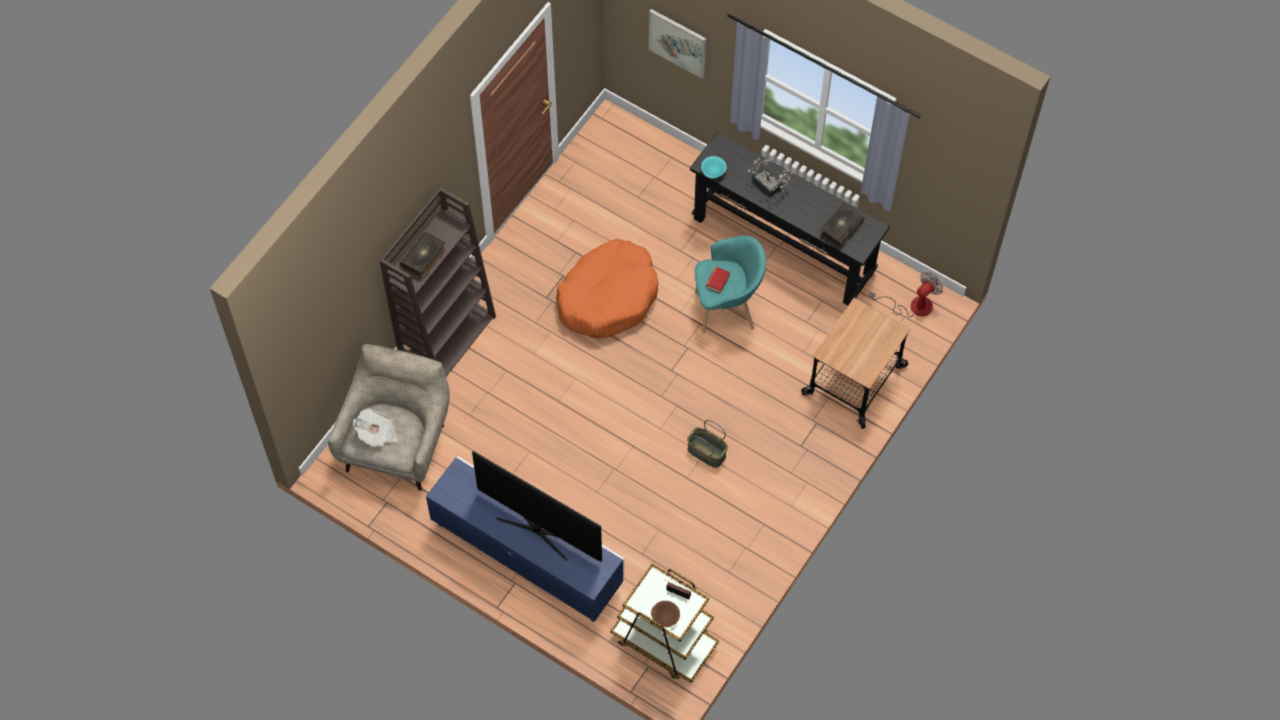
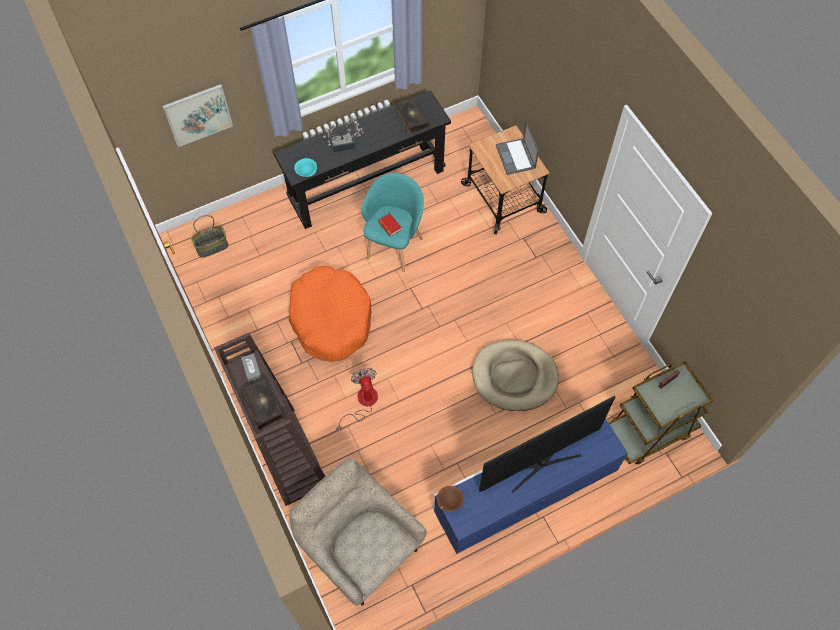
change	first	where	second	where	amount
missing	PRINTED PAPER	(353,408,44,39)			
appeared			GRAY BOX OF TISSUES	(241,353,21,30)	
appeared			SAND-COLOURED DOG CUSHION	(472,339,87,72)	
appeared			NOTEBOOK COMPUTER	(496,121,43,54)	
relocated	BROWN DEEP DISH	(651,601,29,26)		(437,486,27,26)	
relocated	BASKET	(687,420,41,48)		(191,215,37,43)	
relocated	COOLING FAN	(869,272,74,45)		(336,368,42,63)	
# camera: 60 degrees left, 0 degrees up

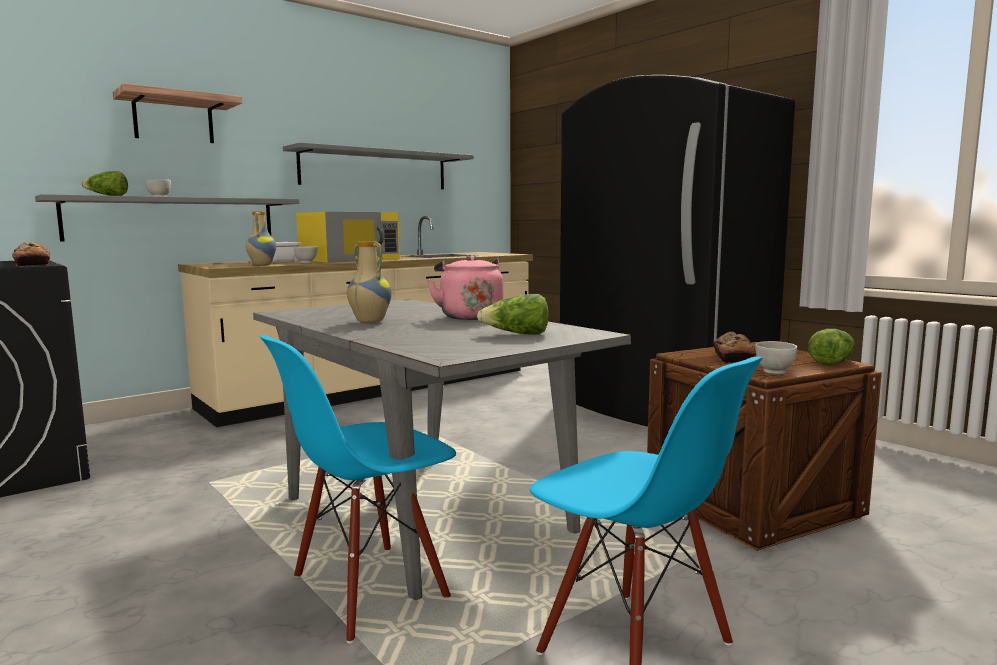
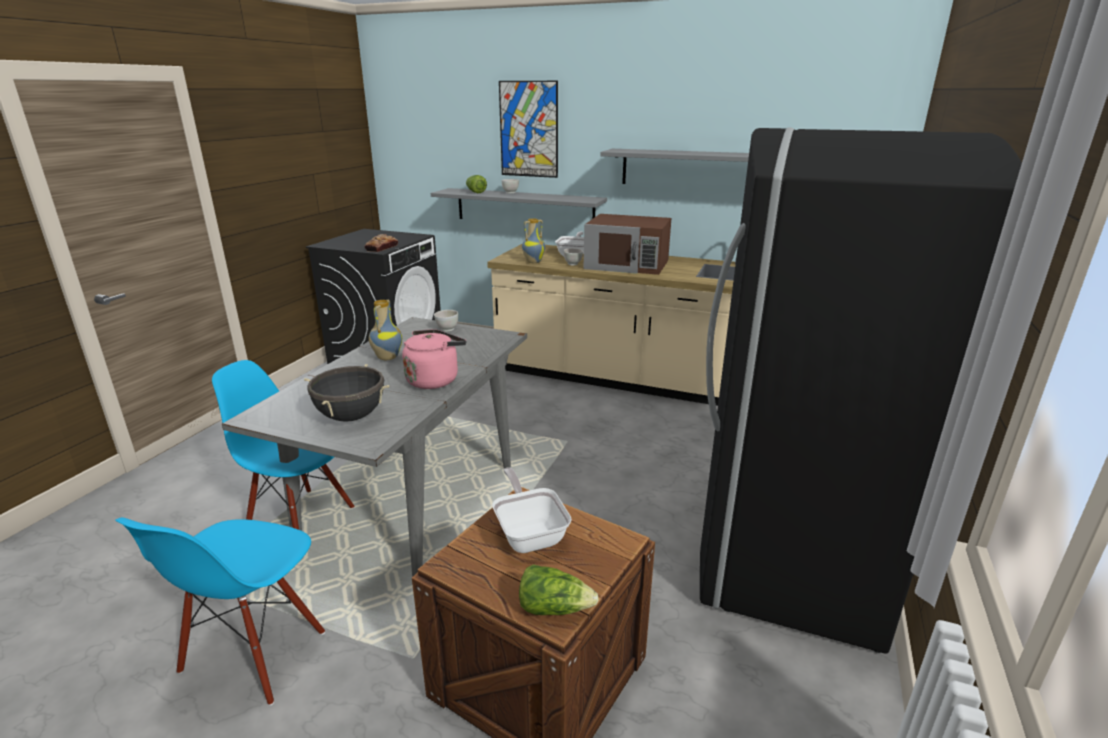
change	first	where	second	where	amount
relocated	WHITISH DEEP DISH	(755,341,42,33)		(434,310,24,22)	
exchanged	BRACKET SHELF	(113,83,129,60)	WALL PICTURE	(499,81,59,97)	
exchanged	LETTUCE	(477,294,72,41)	BLACKISH COOKING POT	(304,364,86,58)	
exchanged	BAKED BREAD	(713,331,43,32)	FRYING PAN	(492,467,80,86)	
colour	YELLOWISH MICROWAVE OVEN	(296,212,104,51)	BROWN MICROWAVE OVEN	(584,214,87,61)	
# camera: 60 degrees right, 15 degrees up

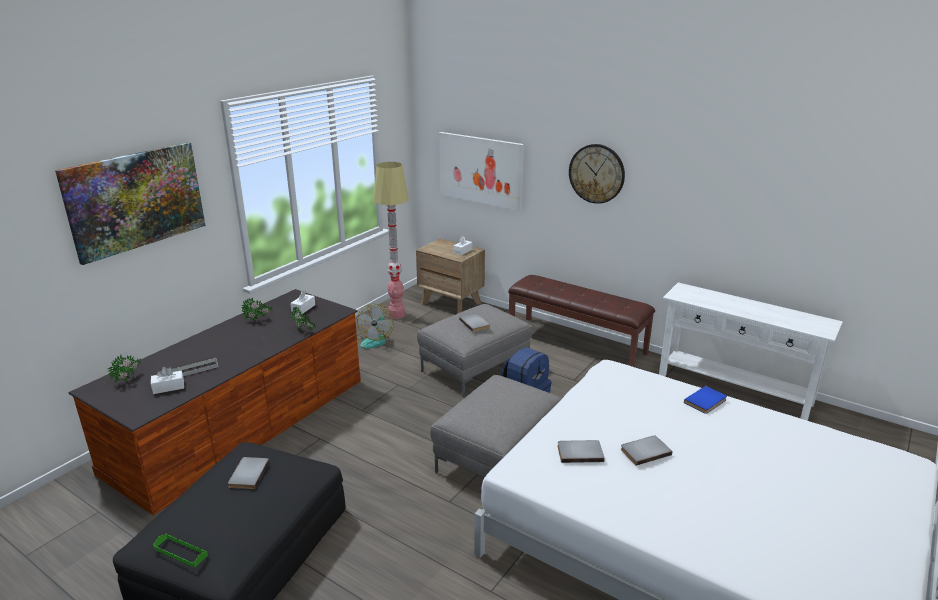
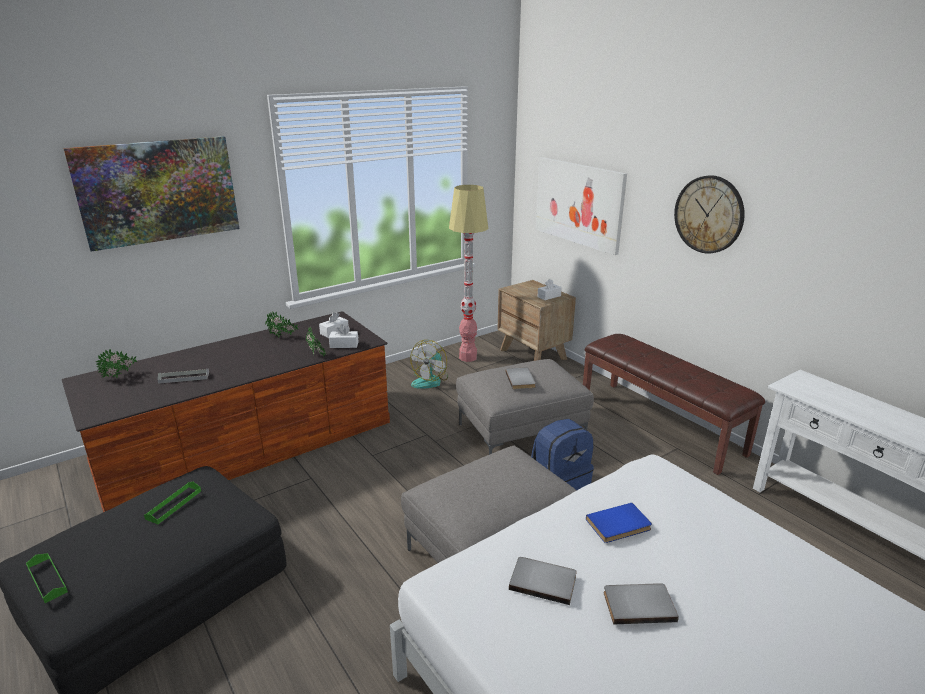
change	first	where	second	where	amount
relocated	WHITISH BOX OF TISSUES	(151,367,33,27)		(329,324,30,24)	
relocated	BLUISH BOUND BOOK	(684,386,43,28)		(586,503,66,40)	
exchanged	GRAY BOUND BOOK	(228,457,41,32)	GREEN TRAY	(144,482,57,42)	
# camera: 20 degrees right, 0 degrees up

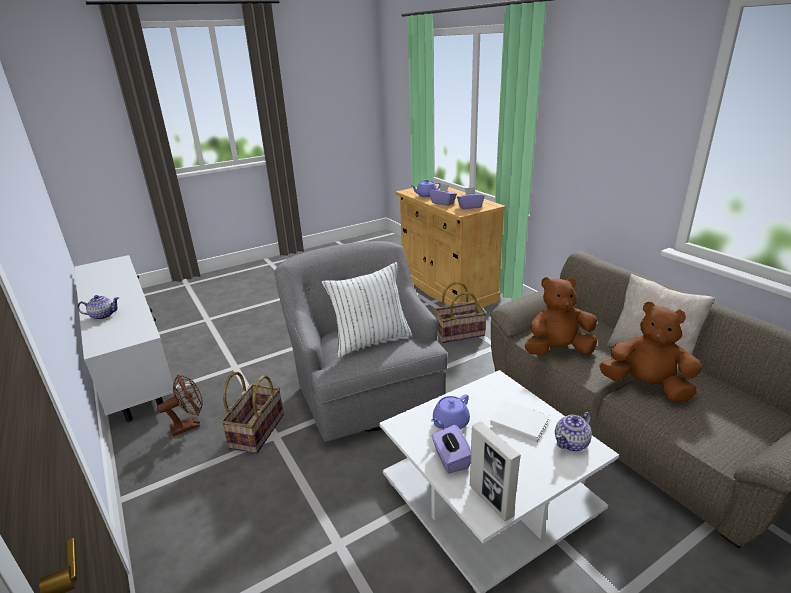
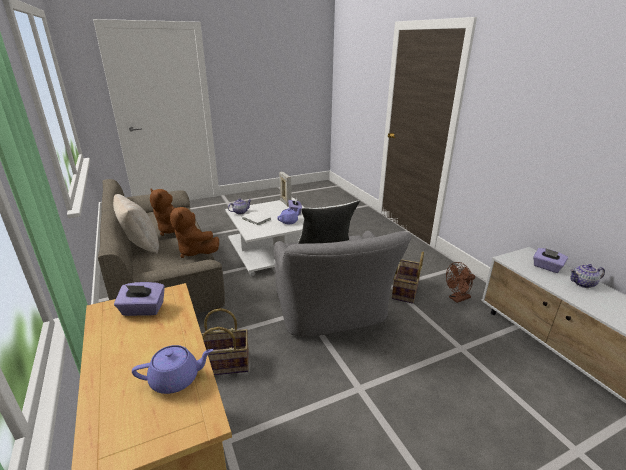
change	first	where	second	where	amount
relocated	PURPLISH BOX OF TISSUES	(429,184,28,22)		(533,248,35,25)	
spun	BROWN SOFT TOY	(525,277,72,78)		(170,206,49,52)	45 degrees clockwise
# camera: 175 degrees left, 0 degrees up

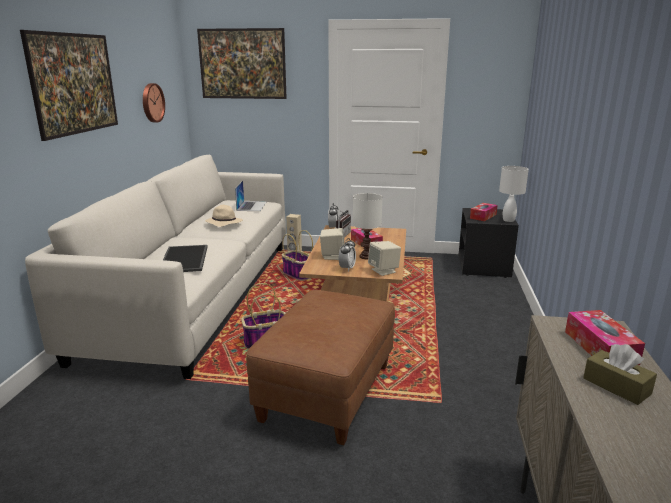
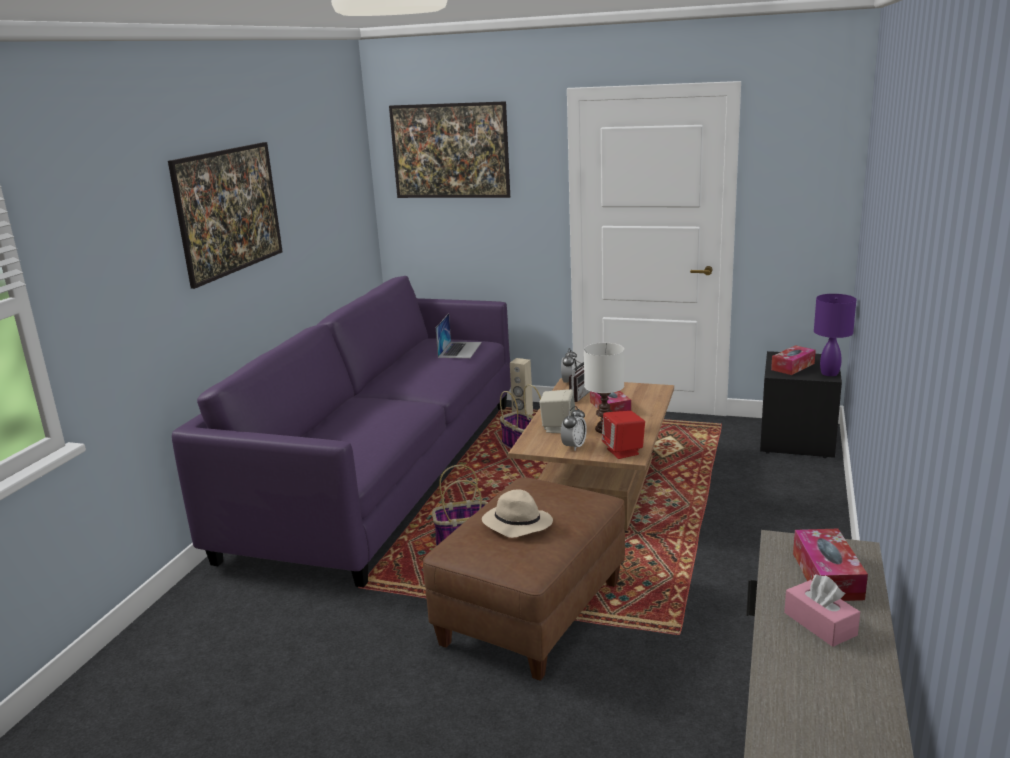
change	first	where	second	where	amount
missing	WALL CLOCK	(143,83,22,39)			
missing	TRAY	(163,245,45,27)			
relocated	SAND-COLOURED WEARABLE HAT	(205,205,38,22)		(482,489,71,49)	
colour	WHITISH SOFA	(25,155,261,224)	PURPLISH SOFA	(172,276,339,311)	
colour	SAND-COLOURED LOUDSPEAKER	(368,241,33,35)	REDDISH LOUDSPEAKER	(601,411,44,48)	
colour	WHITISH TABLETOP LAMP	(499,166,30,56)	PURPLISH TABLETOP LAMP	(814,294,42,82)	
colour	BROWN BOX OF TISSUES	(583,344,74,61)	PINKISH BOX OF TISSUES	(784,575,76,72)	
# camera: 10 degrees right, 0 degrees up

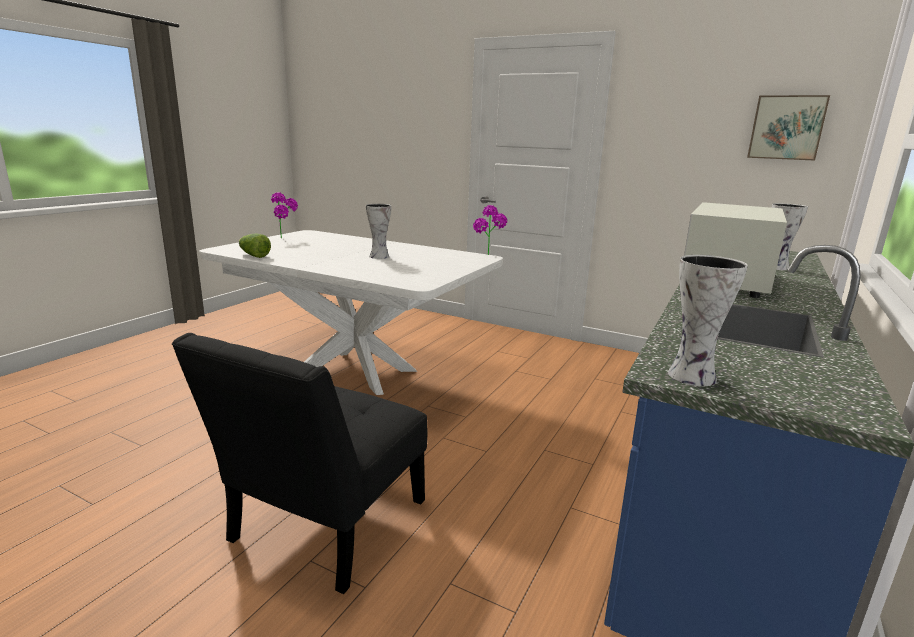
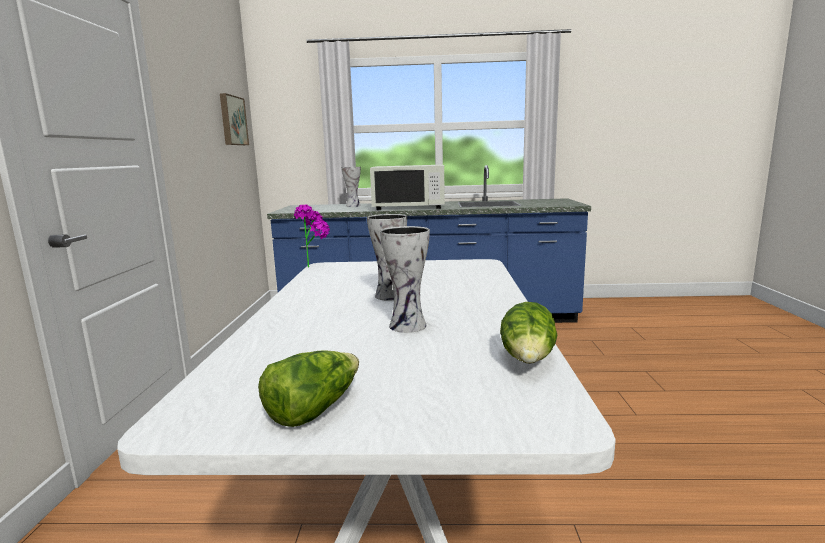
change	first	where	second	where	amount
missing	BLACKISH UPRIGHT CHAIR	(172,333,255,261)			
relocated	FLOWER VASE	(668,255,80,131)		(380,226,50,107)	
exchanged	POTTED PLANT	(271,192,27,46)	LETTUCE	(258,350,101,77)	
# camera: 115 degrees left, 5 degrees down

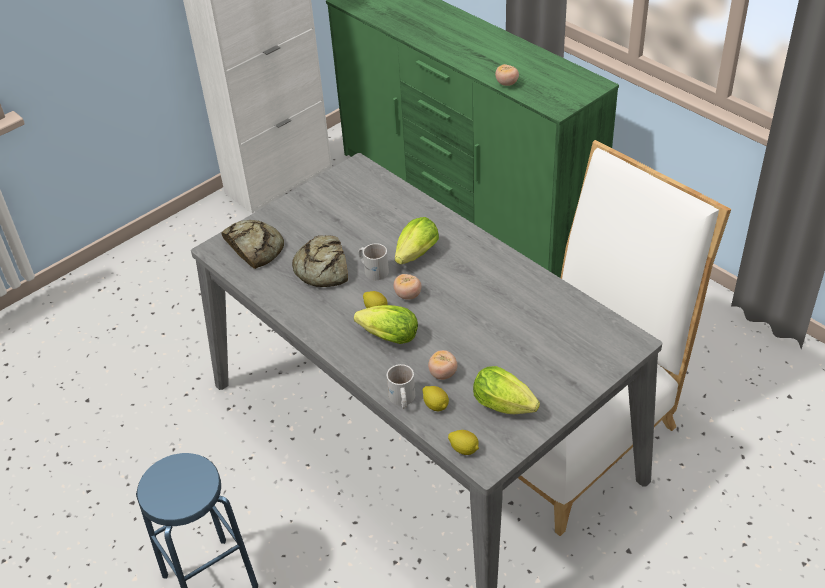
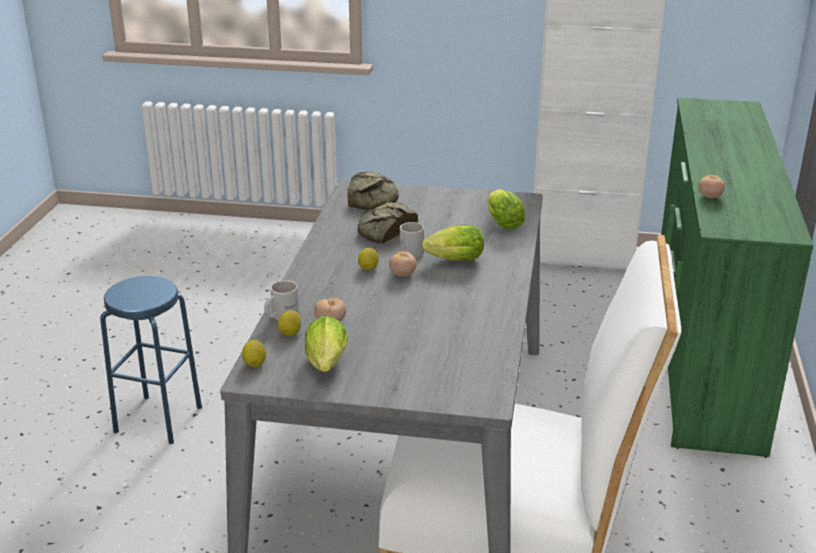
change	first	where	second	where	amount
relocated	LETTUCE	(354,305,64,39)		(488,189,37,40)	
# camera: 50 degrees right, 15 degrees down

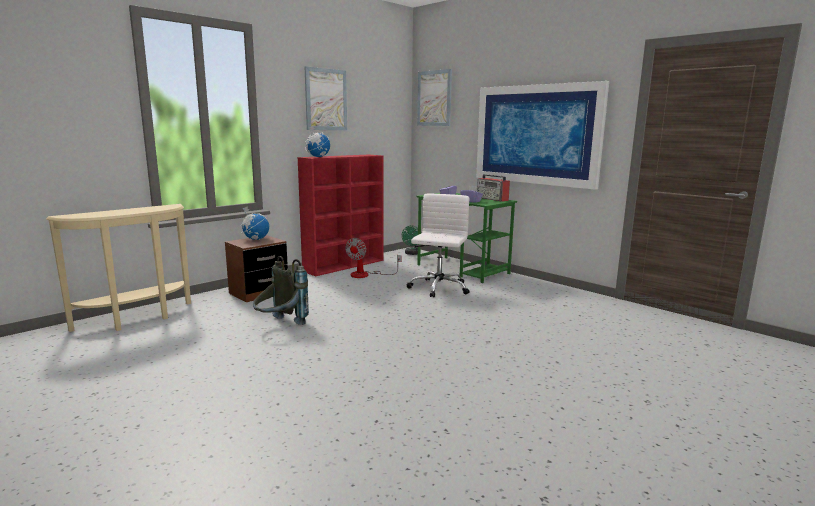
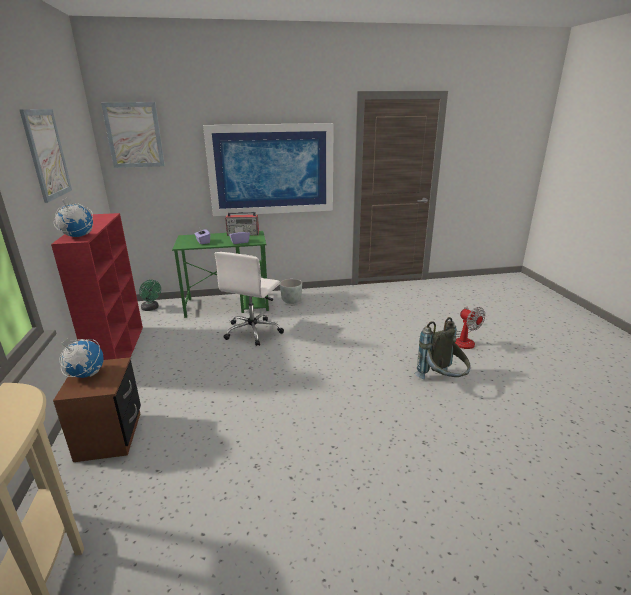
change	first	where	second	where	amount
appeared			GRAY FLOWER POT	(280,279,22,25)	
relocated	GRAY BACKPACK	(253,256,56,69)		(414,317,57,62)	
relocated	COOLING FAN	(345,238,56,40)		(455,307,30,42)	
spun	WHITISH DESK CHAIR	(406,194,64,103)		(215,252,69,94)	120 degrees counterclockwise
# camera: 55 degrees left, 10 degrees up

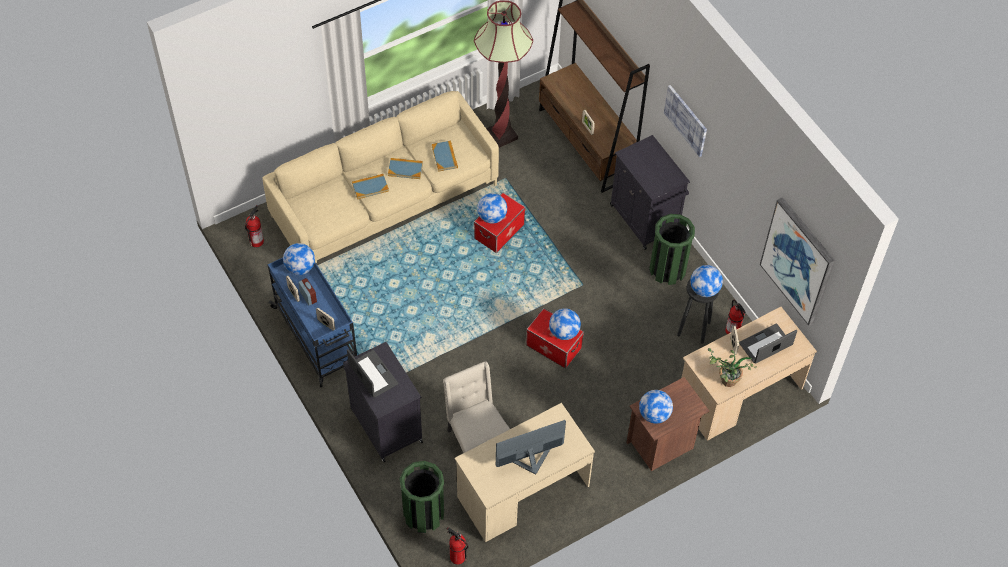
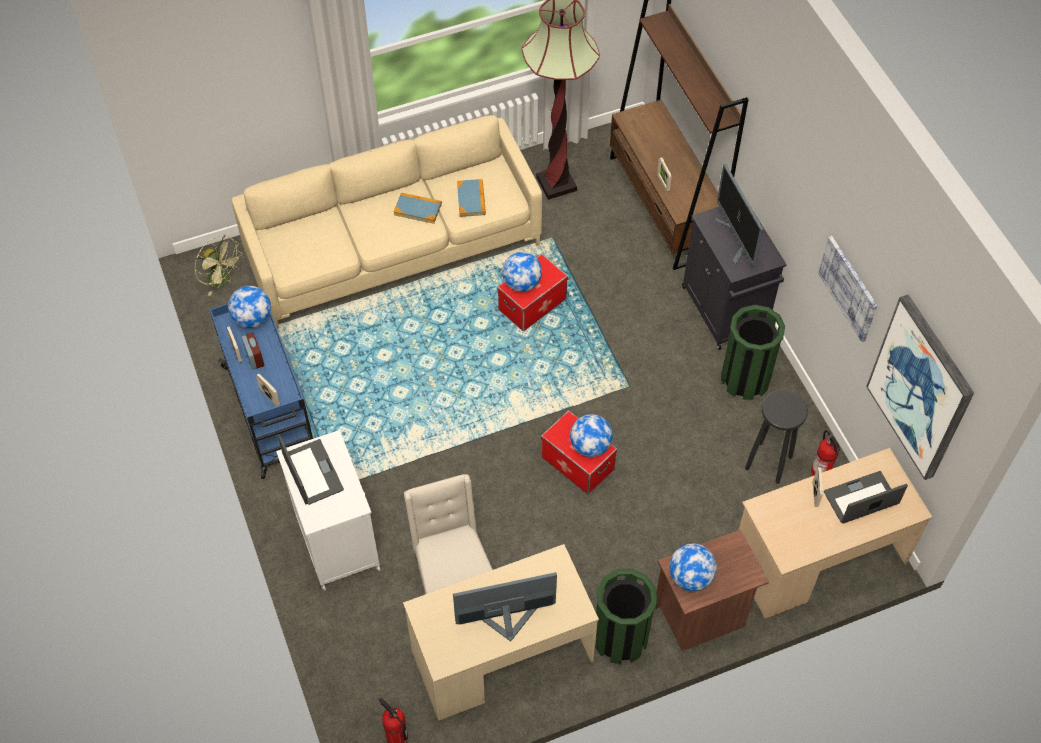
change	first	where	second	where	amount
missing	BOUND BOOK	(352,174,37,25)			
missing	DESK GLOBE	(690,265,33,32)			
missing	POTTED PLANT	(708,348,49,39)			
appeared			MONITOR	(715,164,49,103)	
relocated	GREEN TRASH CAN	(400,461,44,72)		(595,569,62,95)	
relocated	WALL PICTURE	(664,85,43,72)		(818,236,59,106)	
exchanged	FIRE-FIGHTING CYLINDER	(245,205,19,42)	GREEN COOLING FAN	(195,235,48,61)	
colour	BLACKISH STORAGE CABINET	(343,342,80,120)	WHITISH STORAGE CABINET	(276,430,105,161)	
# camera: 10 degrees right, 0 degrees up

